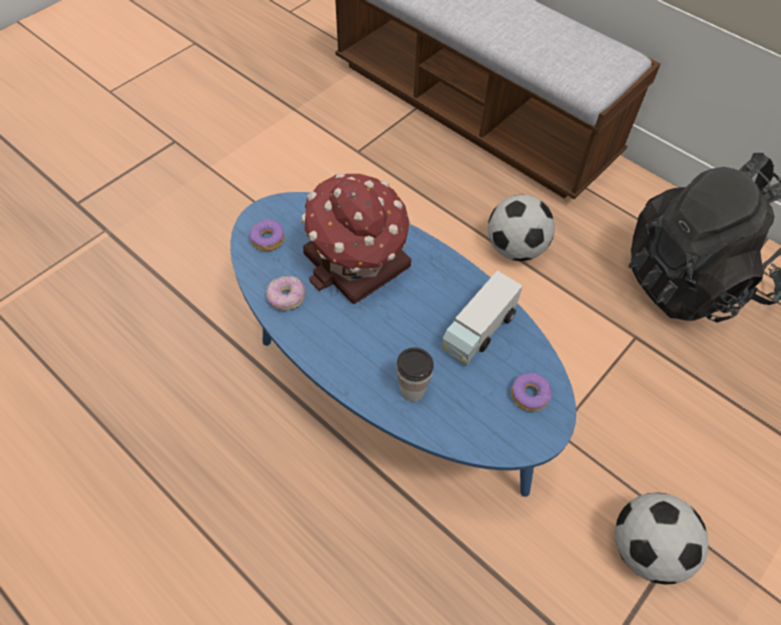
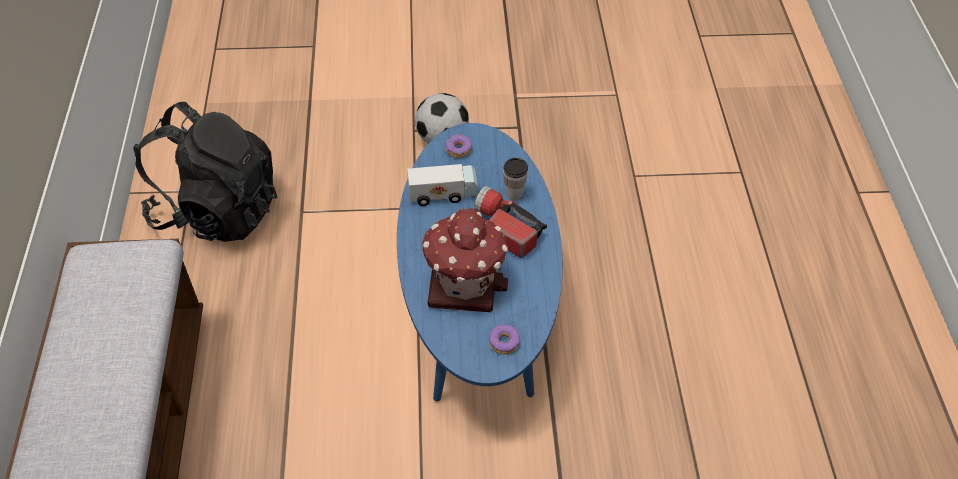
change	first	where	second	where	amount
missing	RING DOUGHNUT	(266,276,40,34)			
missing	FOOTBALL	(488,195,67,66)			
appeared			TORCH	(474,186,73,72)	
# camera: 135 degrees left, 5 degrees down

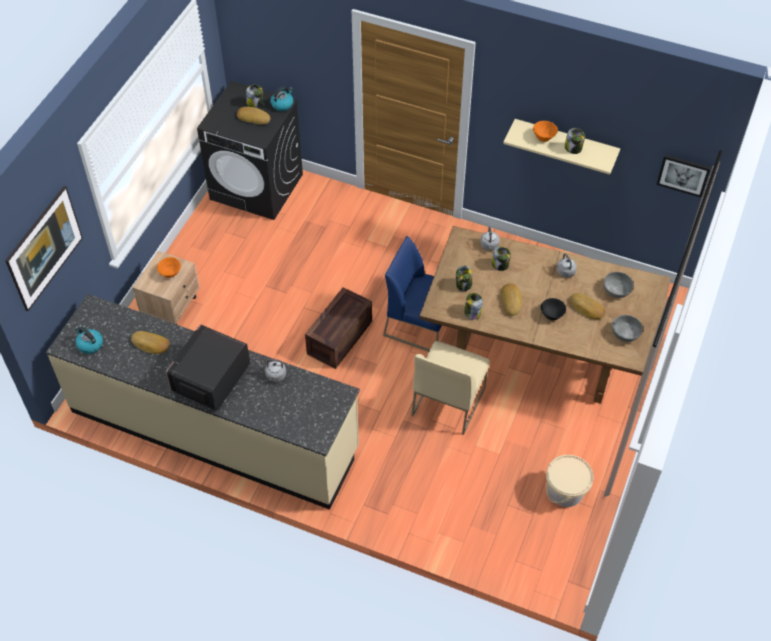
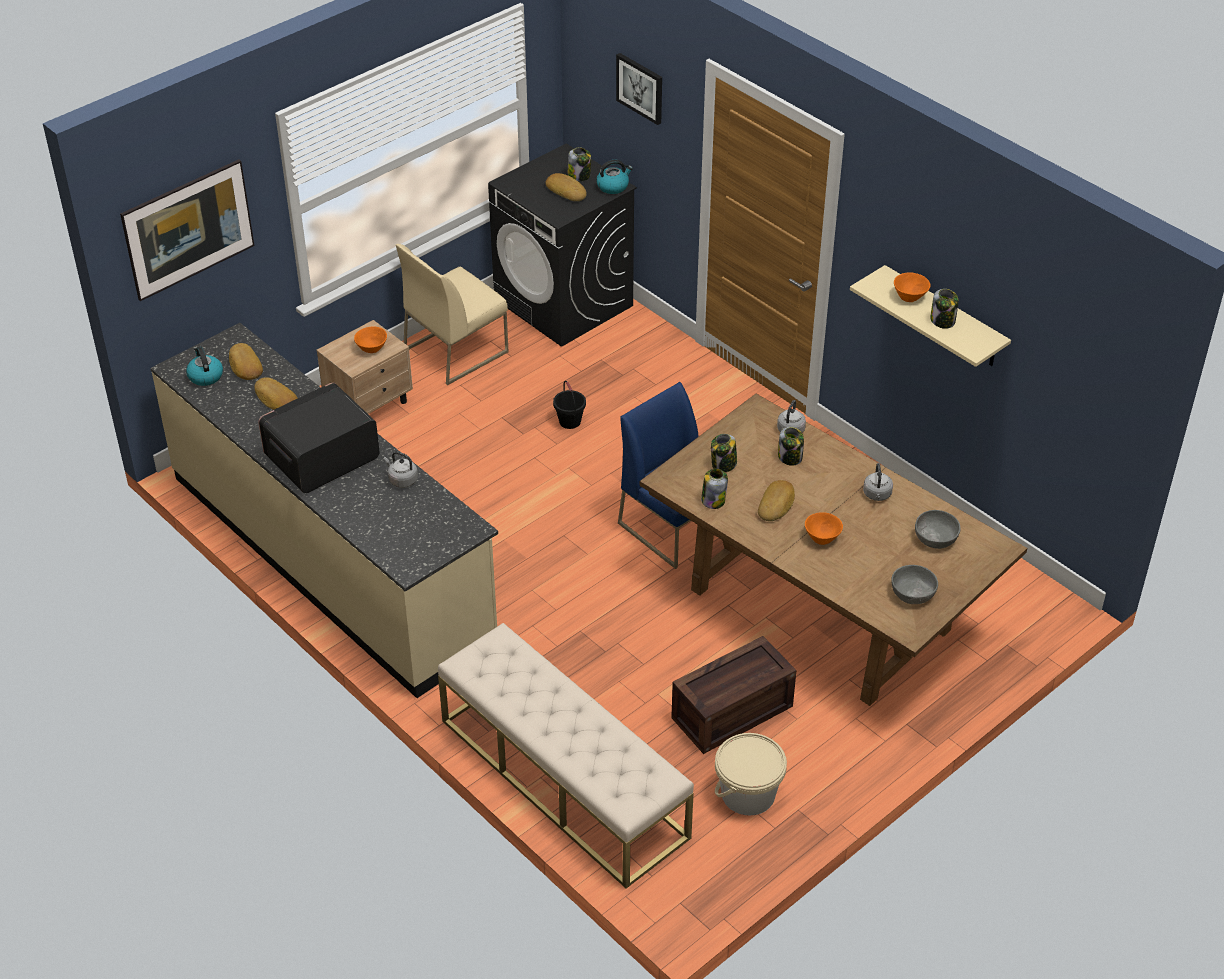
change	first	where	second	where	amount
appeared			SAND-COLOURED LONG SEAT	(438,623,256,266)	
appeared			BLACKISH PAIL	(553,381,33,48)	
relocated	PACKING CRATE	(305,287,67,82)		(671,636,125,118)	
relocated	SAND-COLOURED UPRIGHT CHAIR	(411,341,79,94)		(396,244,112,141)	
relocated	BAKED BREAD	(570,293,36,26)		(229,343,34,37)	
relocated	WALL PICTURE	(657,155,54,42)		(616,53,46,72)	
colour	BLACKISH DEEP DISH	(541,298,25,22)	ORANGEY DEEP DISH	(805,512,38,33)	
# camera: 25 degrees right, 10 degrees down

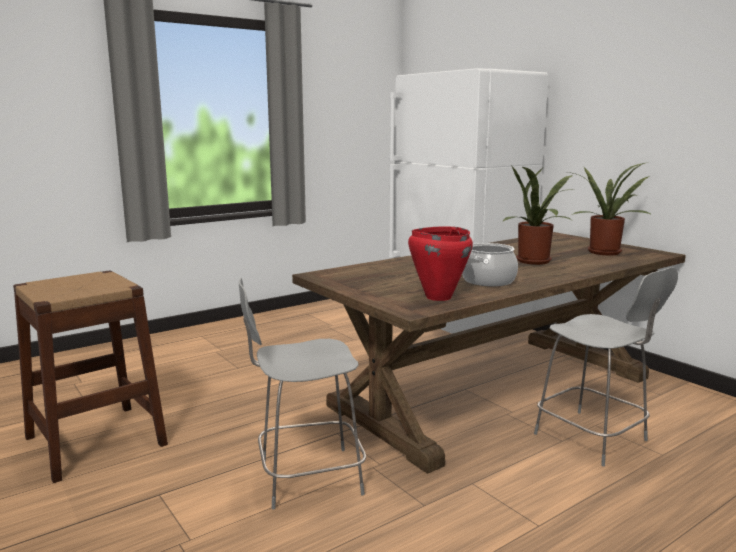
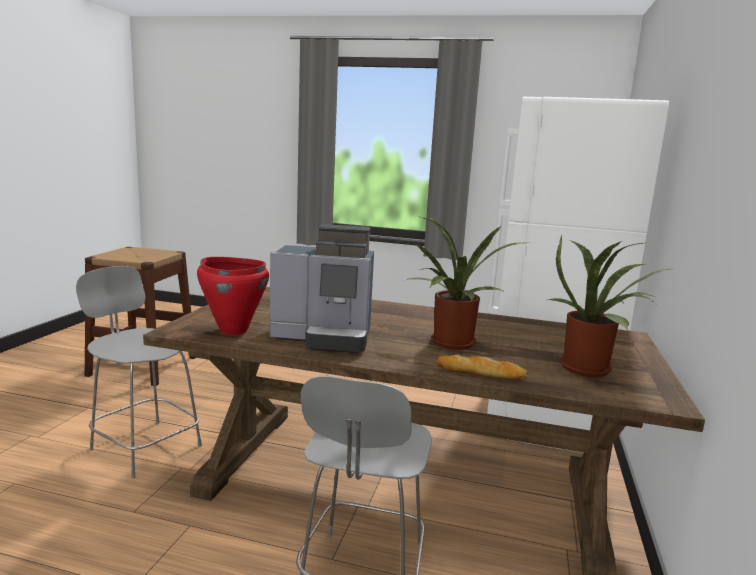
change	first	where	second	where	amount
appeared			BAKED BREAD	(437,355,91,25)	
exchanged	COOKING POT	(462,243,56,43)	COFFEE MAKER	(270,224,104,129)	
# camera: 50 degrees right, 0 degrees up

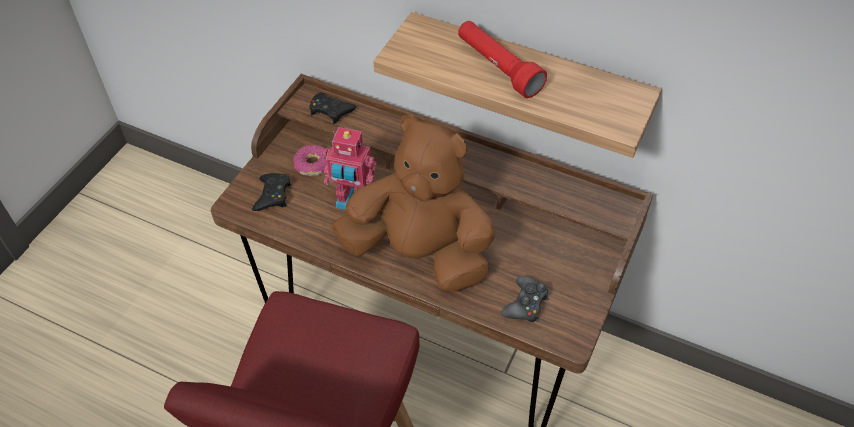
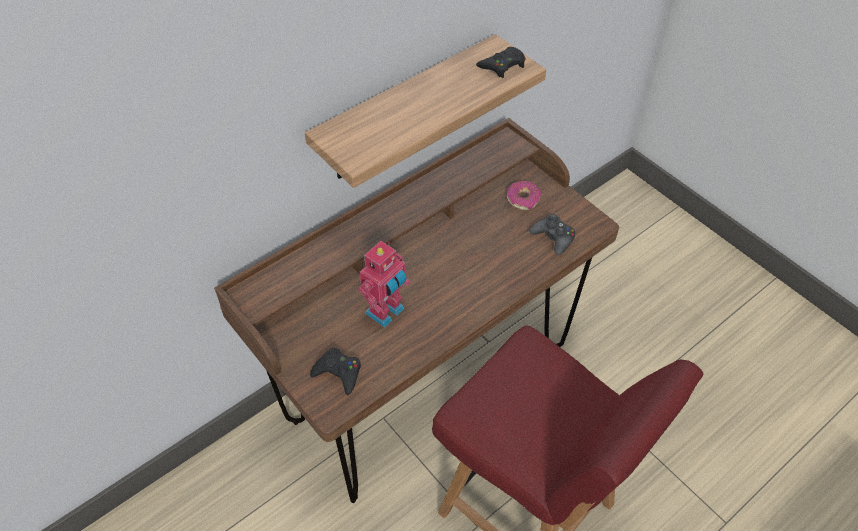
change	first	where	second	where	amount
missing	BROWN SOFT TOY	(331,115,165,177)			
missing	REDDISH TORCH	(458,21,89,77)			
relocated	RING DOUGHNUT	(293,145,34,31)		(507,181,34,29)	
relocated	BLACKISH GAMEPAD	(309,92,47,32)		(476,47,50,31)	
# camera: 65 degrees left, 0 degrees up

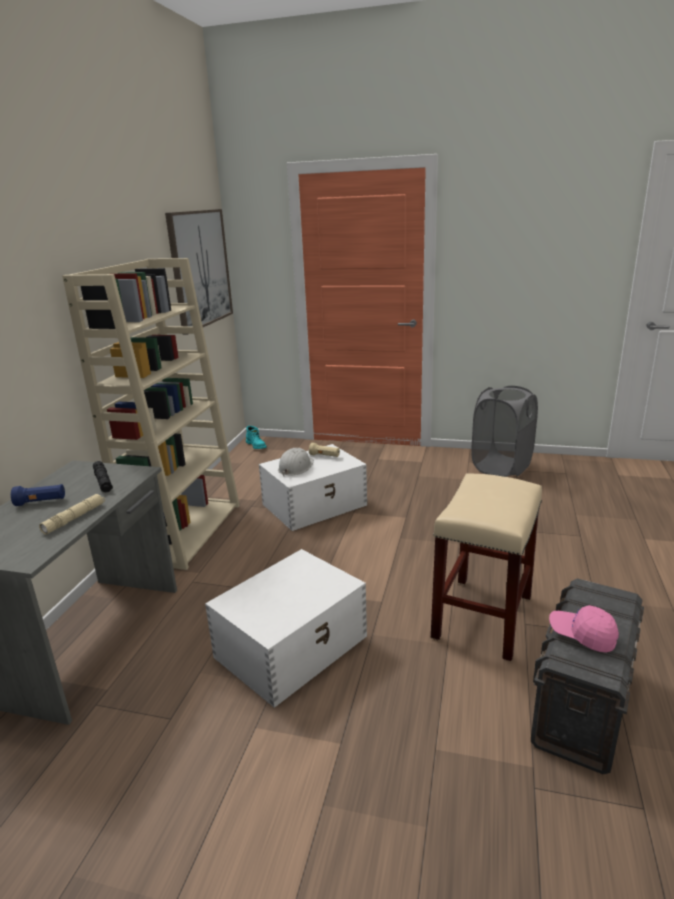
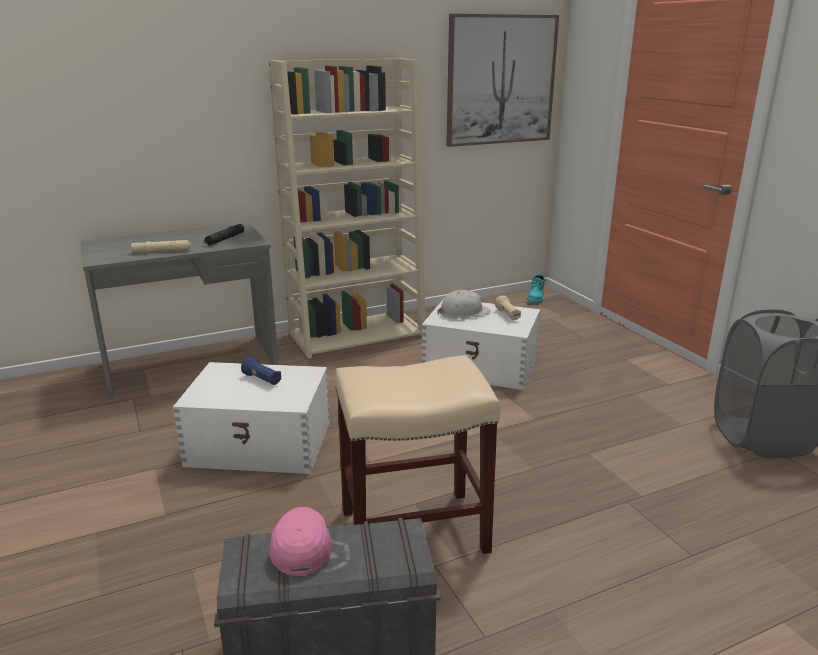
change	first	where	second	where	amount
relocated	BLUISH TORCH	(11,484,54,22)		(241,357,40,28)	
# camera: 50 degrees right, 0 degrees up

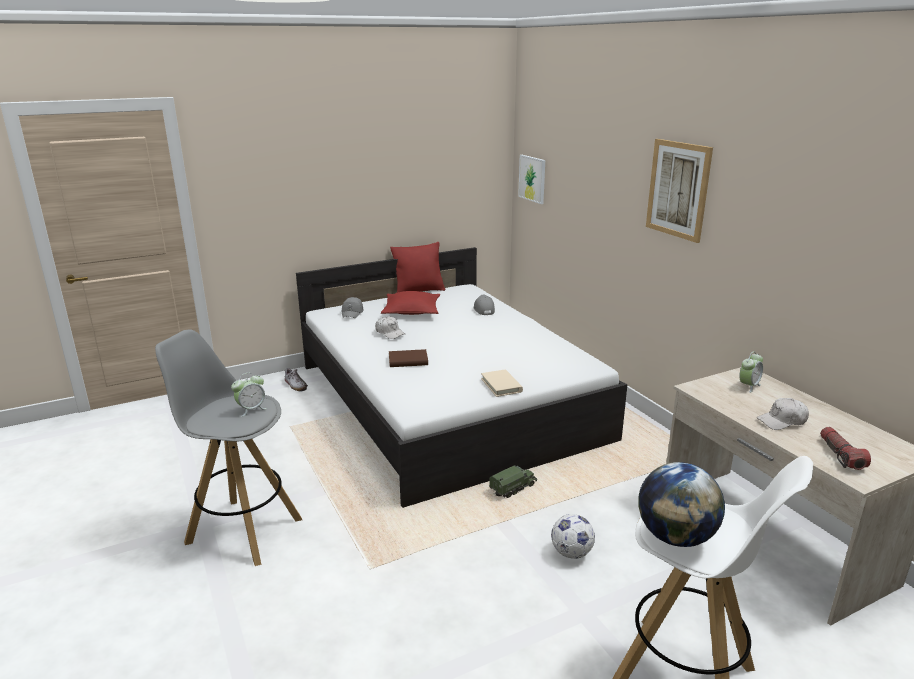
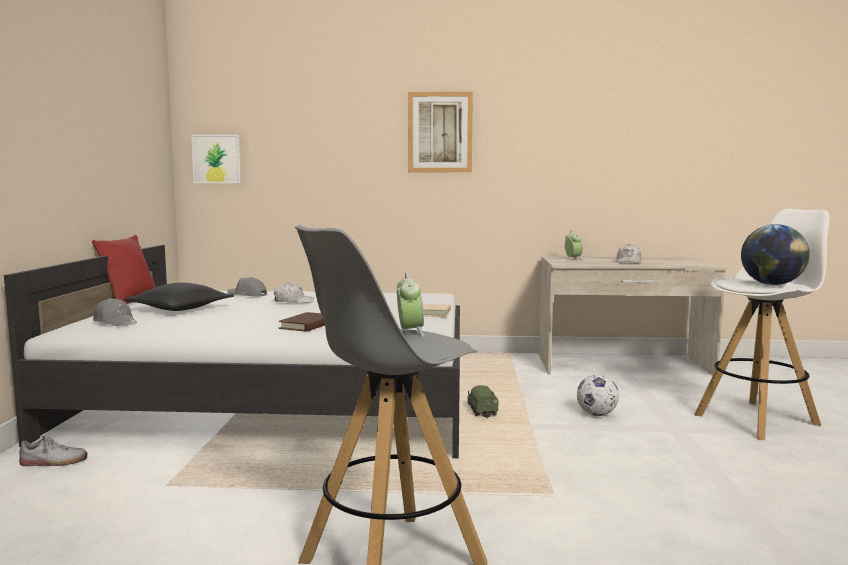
change	first	where	second	where	amount
missing	TORCH	(820,427,51,43)			
relocated	WHITISH BASEBALL CAP	(375,316,30,23)		(274,283,40,20)	
colour	REDDISH THROW PILLOW	(381,291,59,24)	BLACKISH THROW PILLOW	(124,283,110,28)	
# camera: 60 degrees left, 15 degrees down

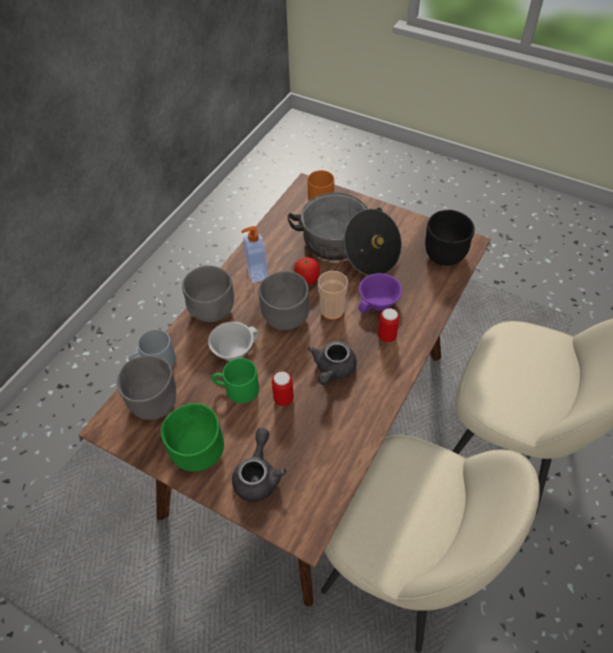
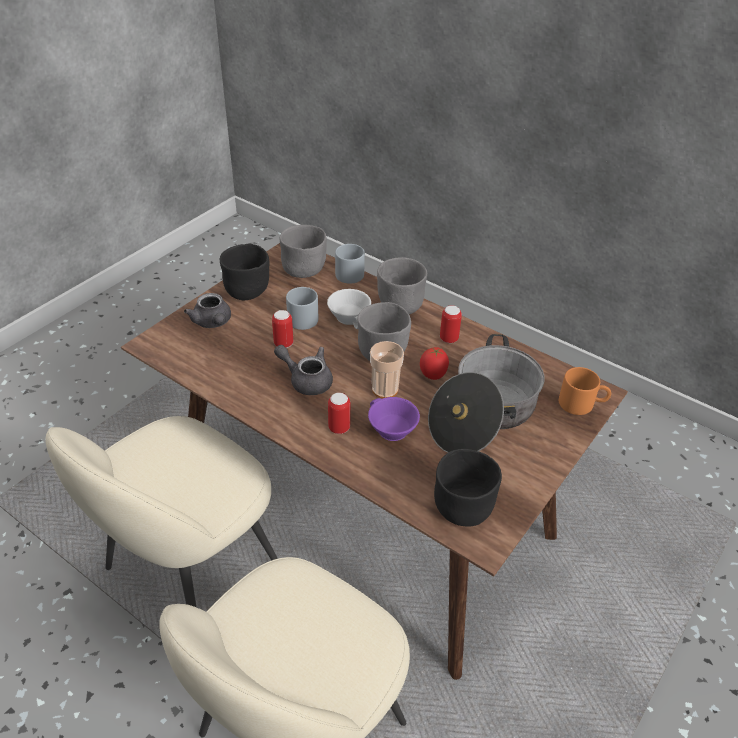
change	first	where	second	where	amount
exchanged	SOAP DISPENSER	(241,226,27,57)	SEALED CAN	(440,305,22,38)	
colour	GREEN DEEP DISH	(161,403,63,69)	BLACKISH DEEP DISH	(220,244,49,57)	
colour	GREEN MUG	(212,358,47,45)	GRAY MUG	(286,287,32,43)	
spun	GRAY TEAPOT	(232,428,55,74)		(184,293,47,35)	45 degrees clockwise
# camera: 95 degrees right, 10 degrees down

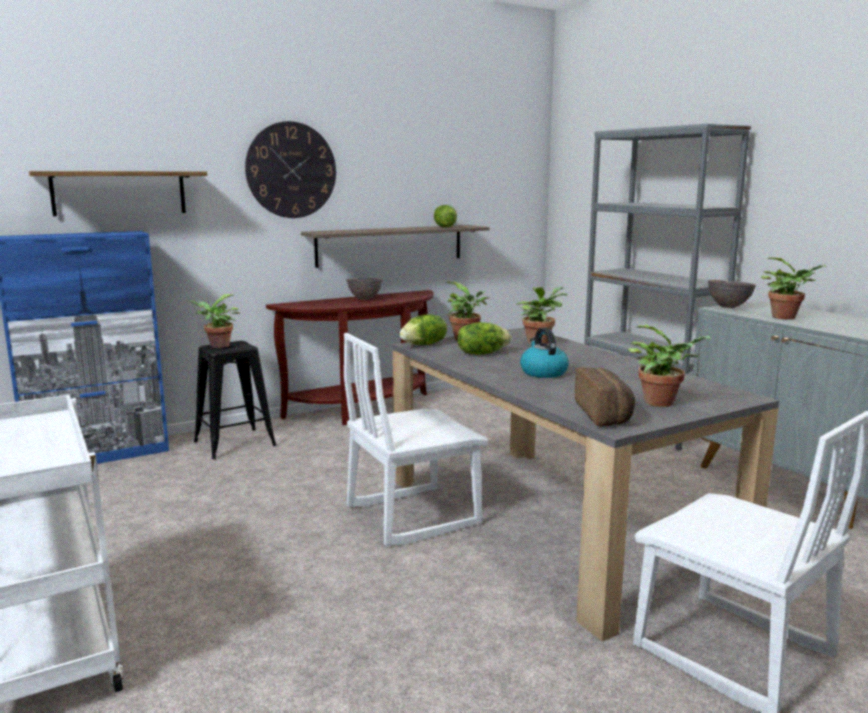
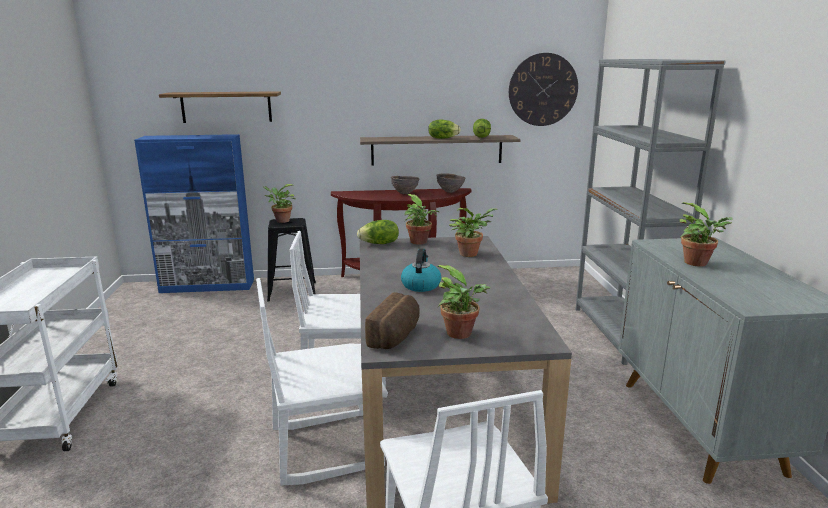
change	first	where	second	where	amount
appeared			WHITISH UPRIGHT CHAIR	(256,278,132,208)	
relocated	WALL CLOCK	(245,121,91,97)		(509,53,69,73)	
relocated	LETTUCE	(457,322,54,33)		(428,120,33,19)	
relocated	BROWN DEEP DISH	(708,279,48,29)		(436,173,29,20)	
# camera: 25 degrees right, 5 degrees up

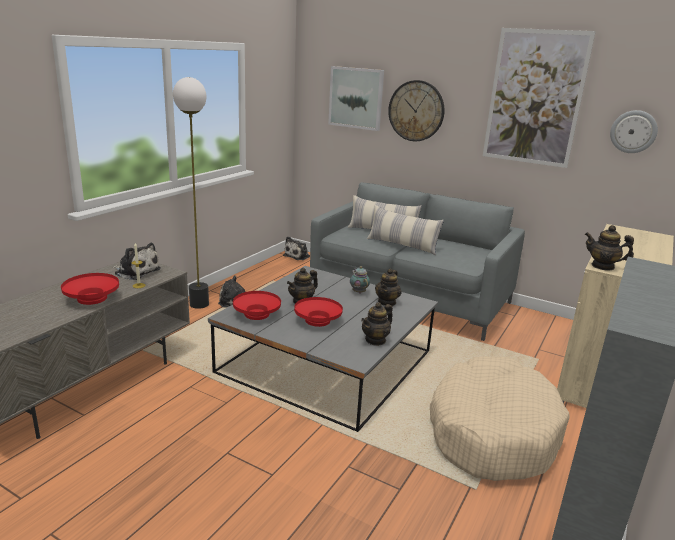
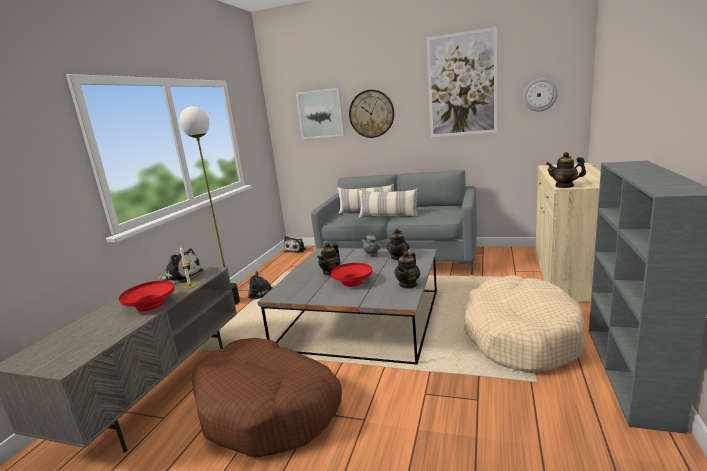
change	first	where	second	where	amount
missing	REDDISH DEEP DISH	(233,291,48,29)			
appeared			BROWN DOG CUSHION	(192,338,150,120)	
# camera: 10 degrees left, 5 degrees down

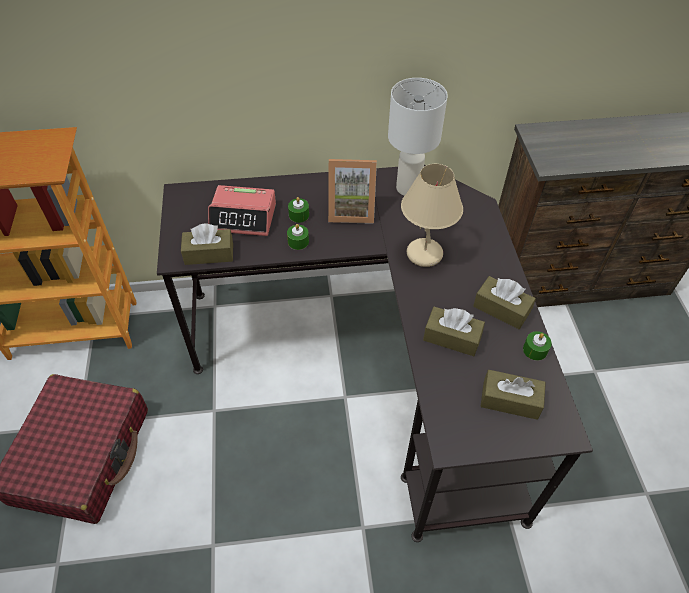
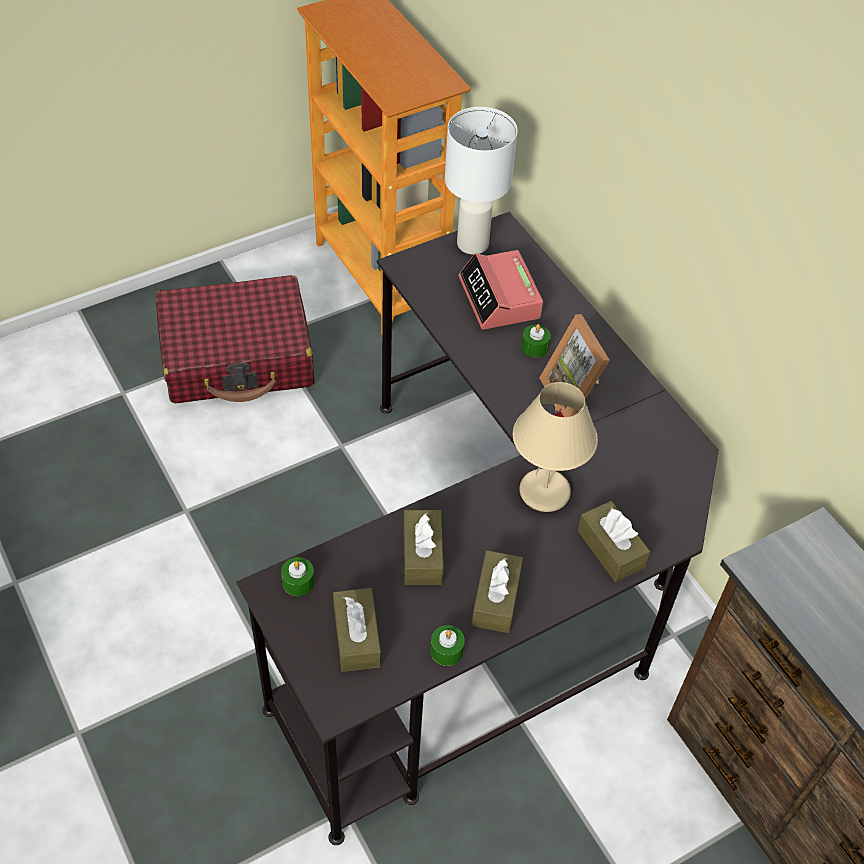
change	first	where	second	where	amount
relocated	BROWN BOX OF TISSUES	(181,223,52,42)		(578,501,72,81)	
relocated	GREEN WAX CANDLE	(287,224,22,26)		(281,557,33,39)	
relocated	WHITISH TABLETOP LAMP	(388,78,60,118)		(445,107,73,148)	
# camera: 65 degrees right, 0 degrees up

